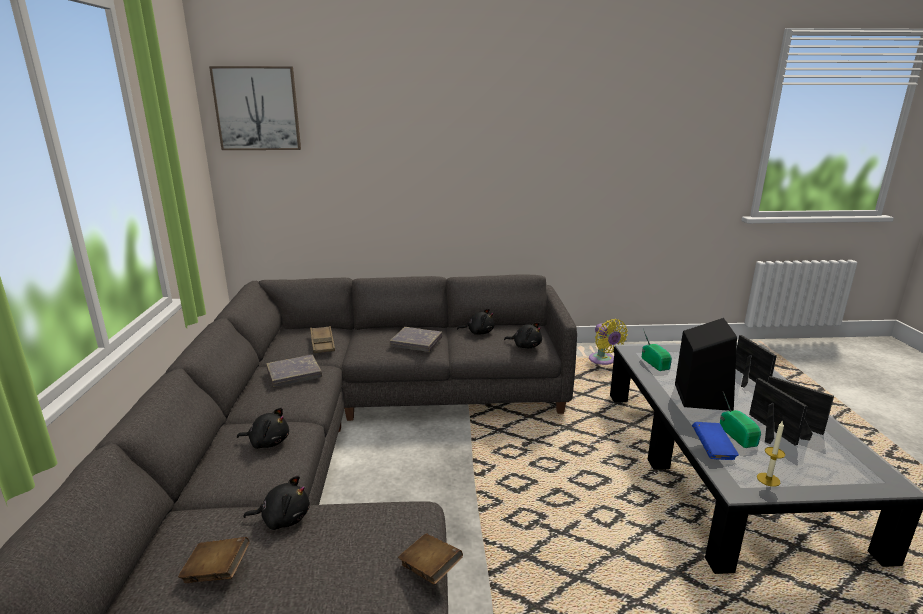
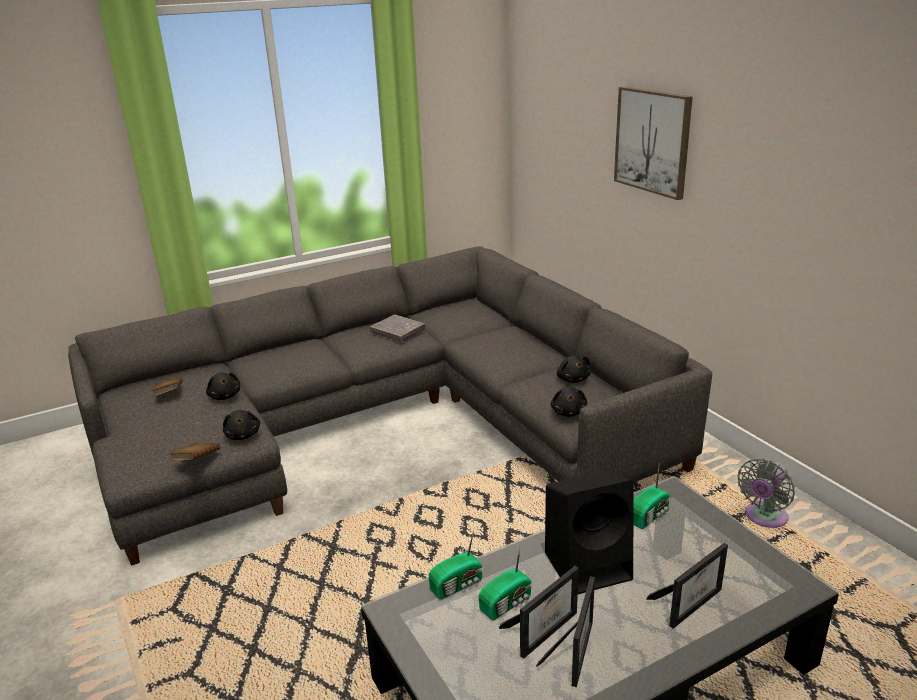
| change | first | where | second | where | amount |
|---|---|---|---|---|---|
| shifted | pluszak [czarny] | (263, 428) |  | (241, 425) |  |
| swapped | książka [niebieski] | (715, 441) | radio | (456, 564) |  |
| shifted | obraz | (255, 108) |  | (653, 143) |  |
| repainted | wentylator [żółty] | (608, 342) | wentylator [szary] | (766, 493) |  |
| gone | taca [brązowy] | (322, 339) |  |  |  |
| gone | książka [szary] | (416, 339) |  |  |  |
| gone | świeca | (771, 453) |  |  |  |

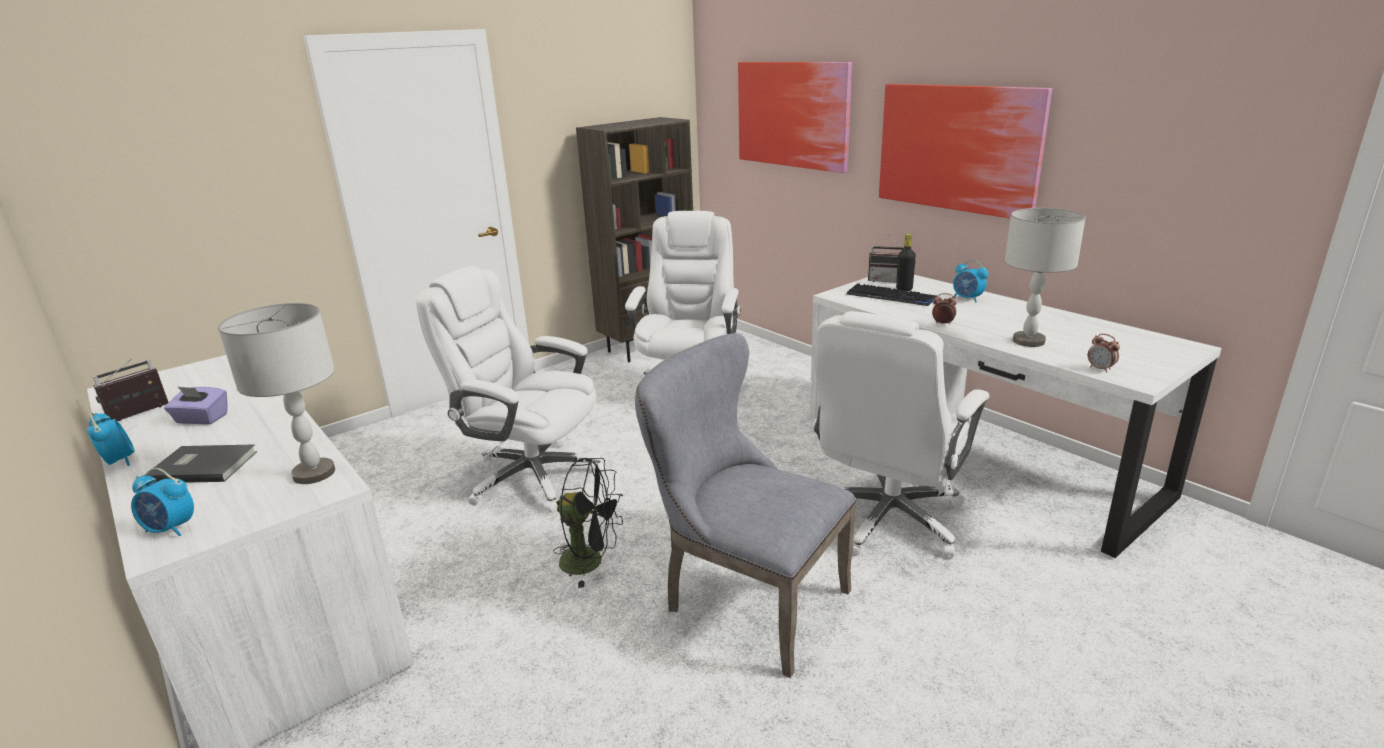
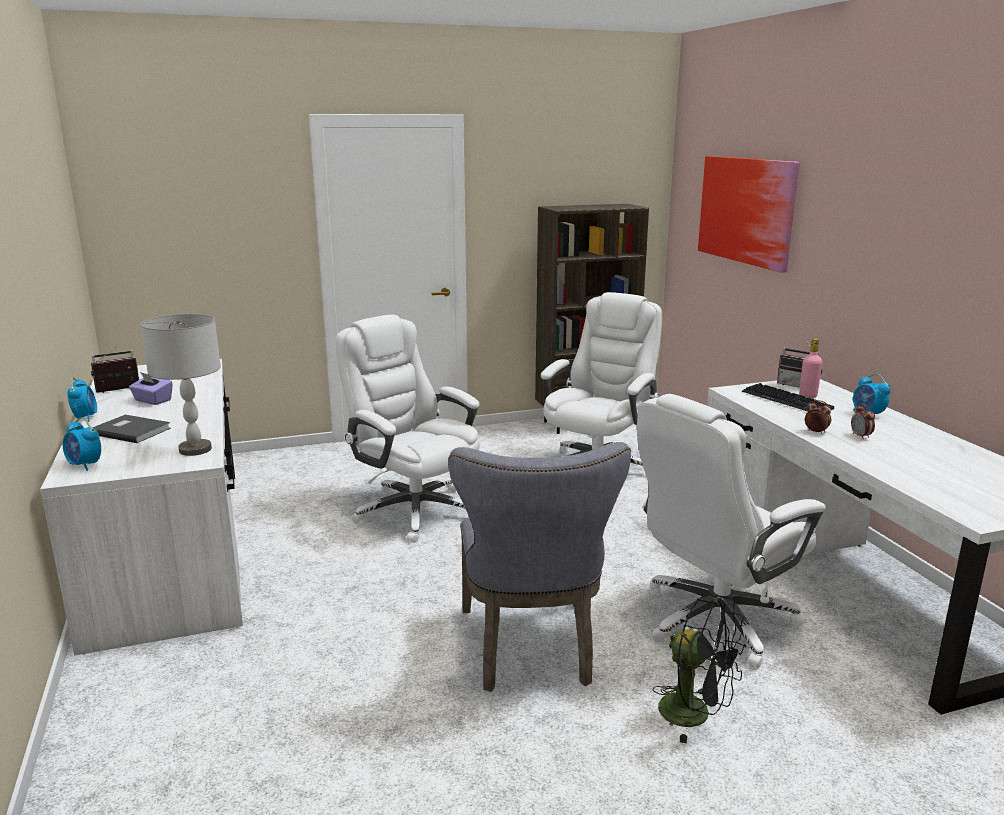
| change | first | where | second | where | amount |
|---|---|---|---|---|---|
| rotated | krzesło [szary] | (746, 505) |  | (539, 567) | 150 degrees counterclockwise |
| shifted | wentylator [czarny] | (588, 523) |  | (699, 668) |  |
| repainted | butelka [czarny] | (906, 262) | butelka [różowy] | (810, 368) |  |
| shifted | budzik | (1104, 353) |  | (863, 421) |  |
| gone | obraz | (965, 151) |  |  |  |
| gone | lampa stołowa [szary] | (1045, 277) |  |  |  |

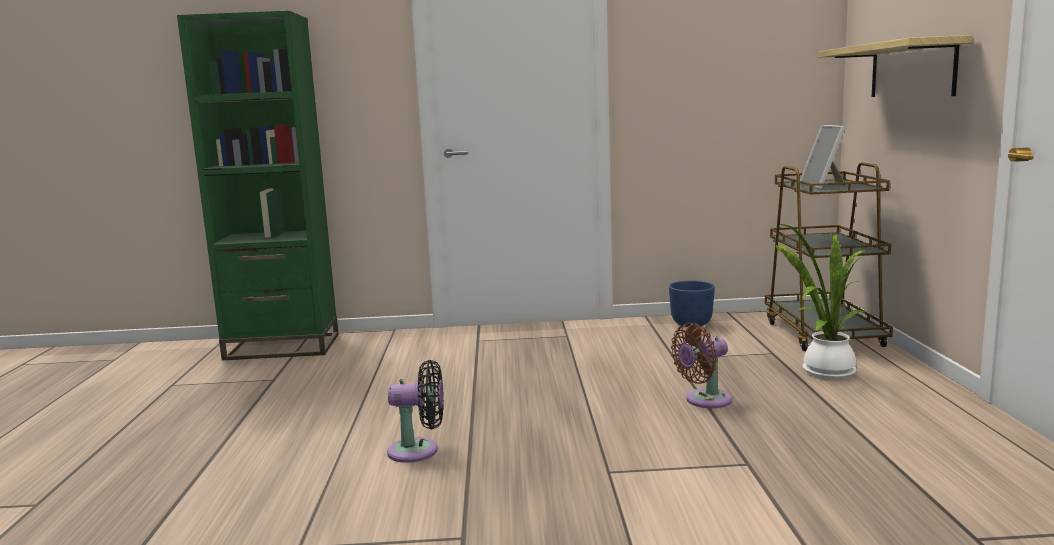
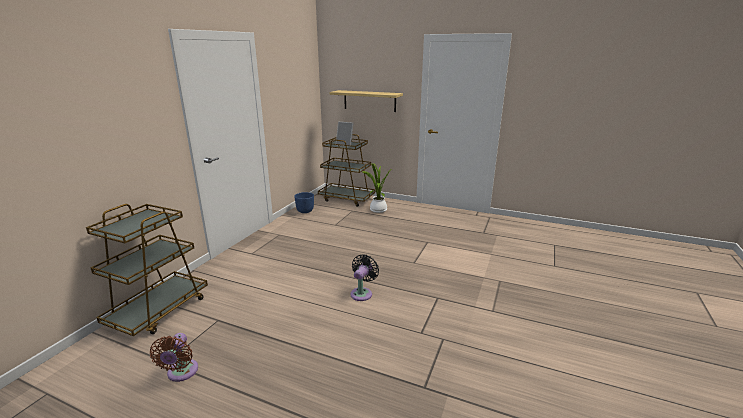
| change | first | where | second | where | amount |
|---|---|---|---|---|---|
| swapped | regał [zielony] | (258, 185) | wózek [brązowy] | (147, 270) |  |
| shifted | wentylator [brązowy] | (701, 365) |  | (174, 357) |  |

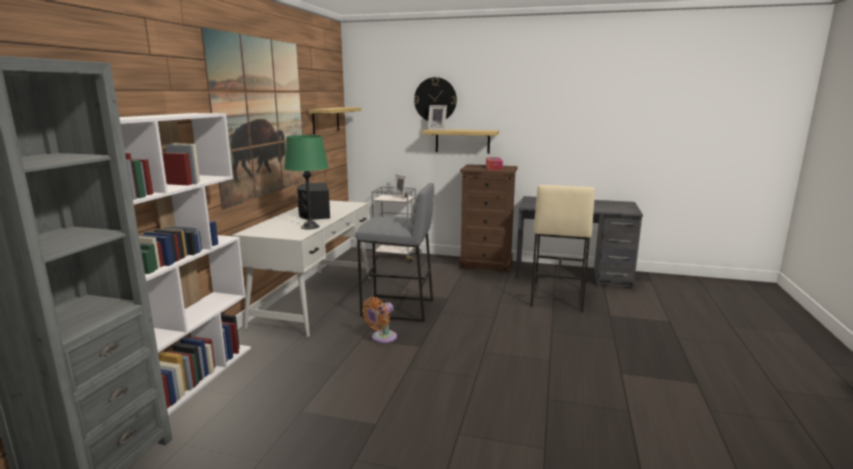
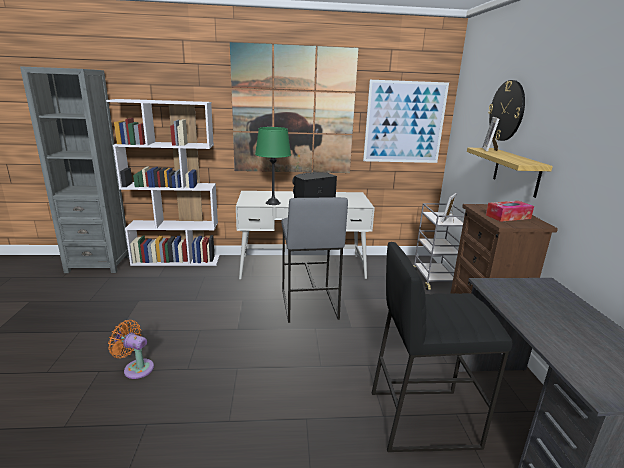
| change | first | where | second | where | amount |
|---|---|---|---|---|---|
| shifted | wentylator [pomarańczowy] | (379, 320) |  | (131, 349) |  |
| swapped | półka | (334, 121) | obraz | (406, 121) |  |
| repainted | stołek [beżowy] | (562, 248) | stołek [czarny] | (442, 347) |  |

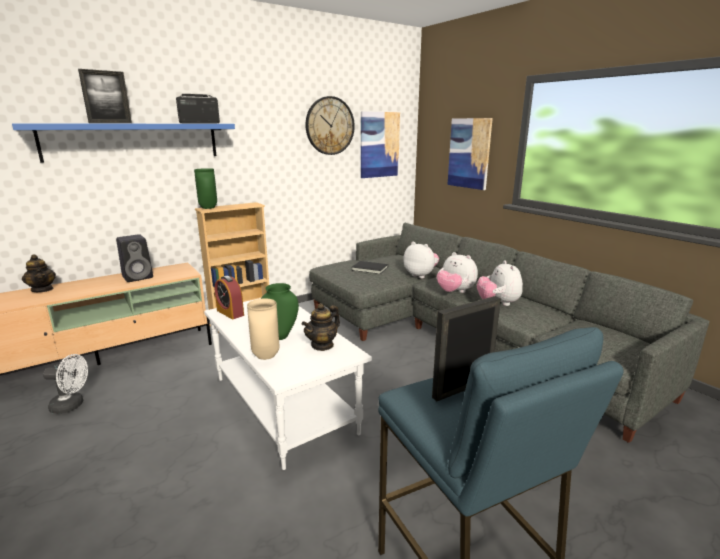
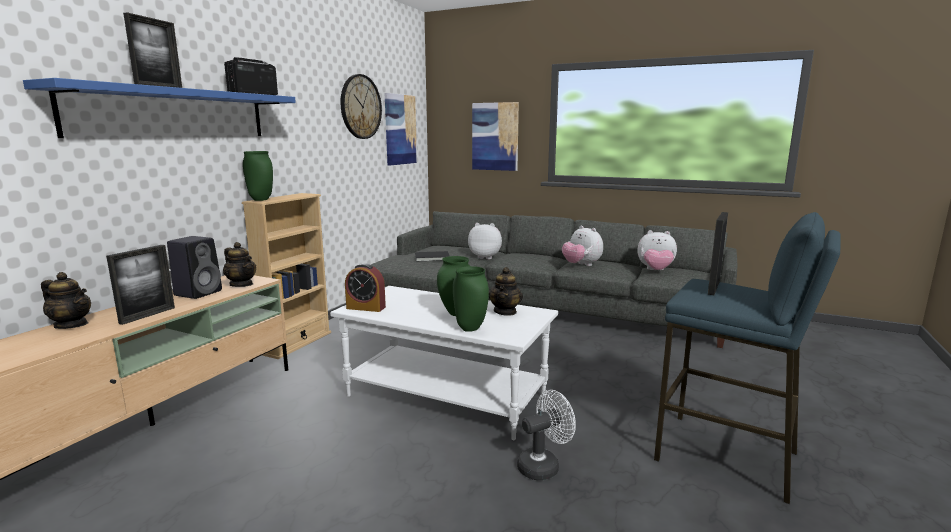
| change | first | where | second | where | amount |
|---|---|---|---|---|---|
| new |  |  | ramka na zdjęcie | (140, 285) |  |
| new |  |  | imbryk | (239, 264) |  |
| repainted | wazon [beżowy] | (263, 329) | wazon [zielony] | (471, 299) |  |
| shifted | wentylator [biały] | (65, 384) |  | (546, 435) |  |
| shifted | pluszak | (457, 272) |  | (657, 250) |  |

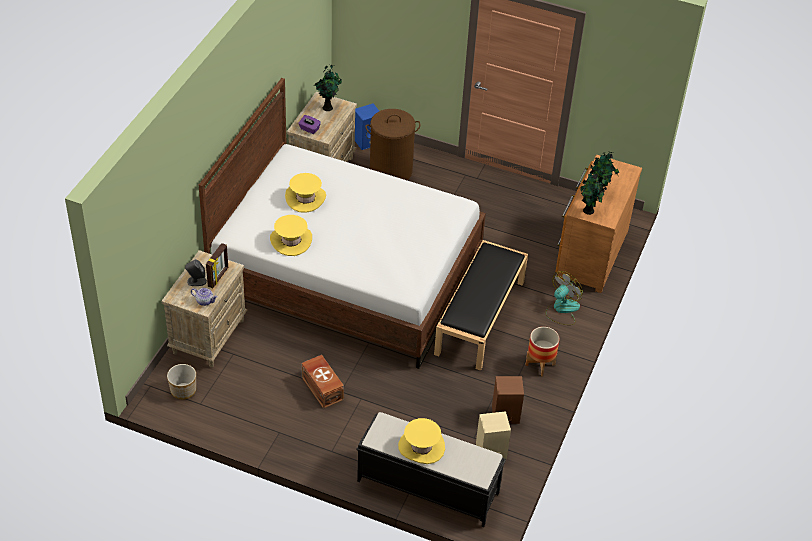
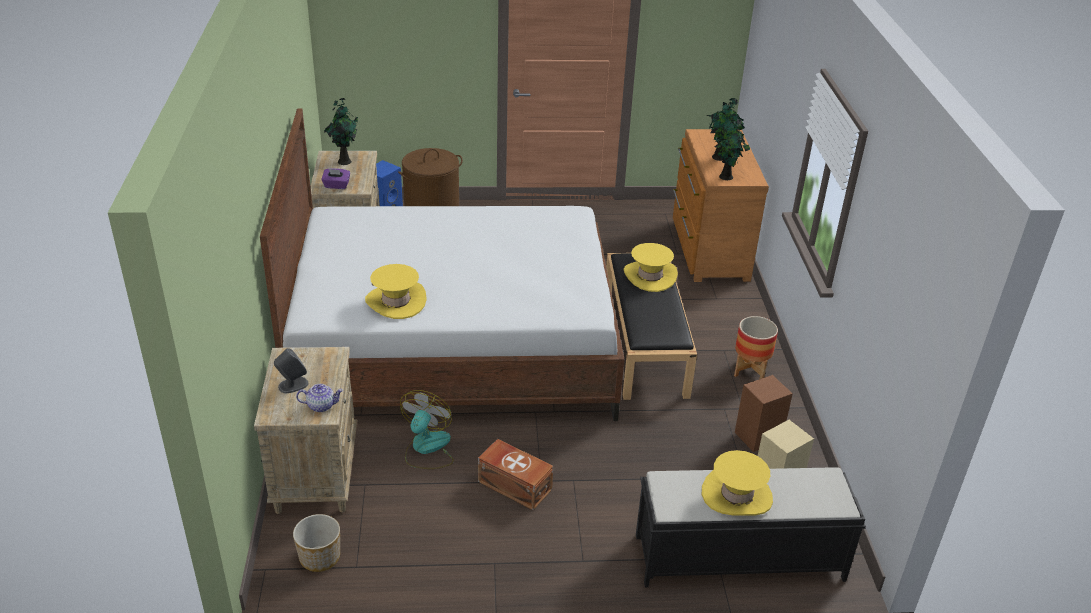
| change | first | where | second | where | amount |
|---|---|---|---|---|---|
| shifted | wentylator | (564, 298) |  | (427, 429) |  |
| shifted | kapelusz [żółty] | (305, 193) |  | (651, 267) |  |
| gone | ramka na zdjęcie | (217, 265) |  |  |  |

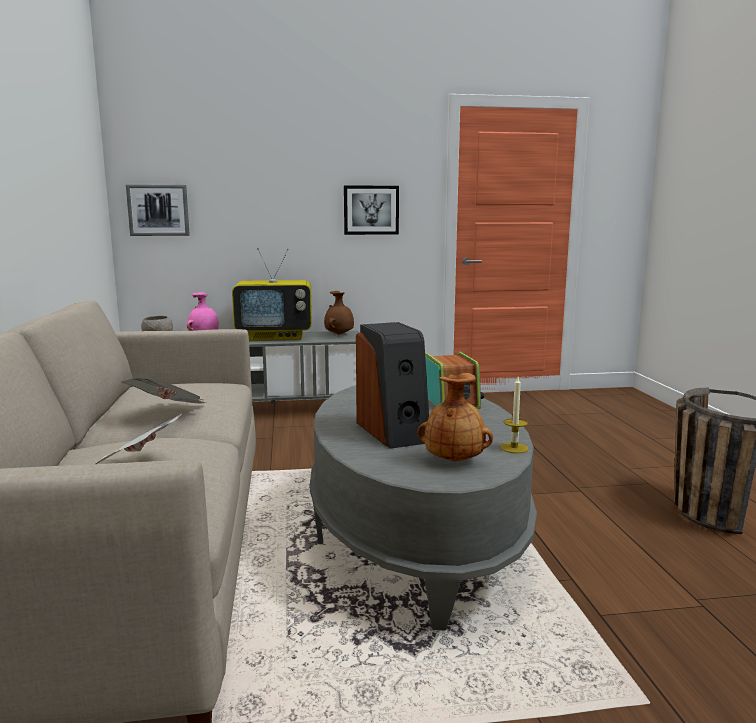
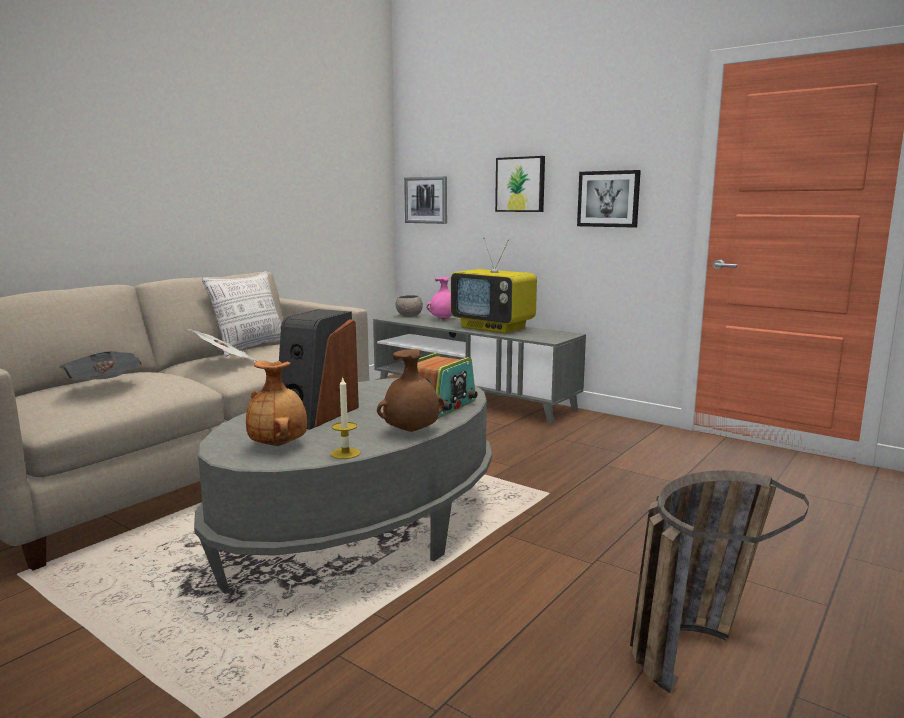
| change | first | where | second | where | amount |
|---|---|---|---|---|---|
| new |  |  | poduszka | (241, 314) |  |
| shifted | wazon [brązowy] | (339, 313) |  | (410, 390) |  |
| new |  |  | obraz | (520, 184) |  |

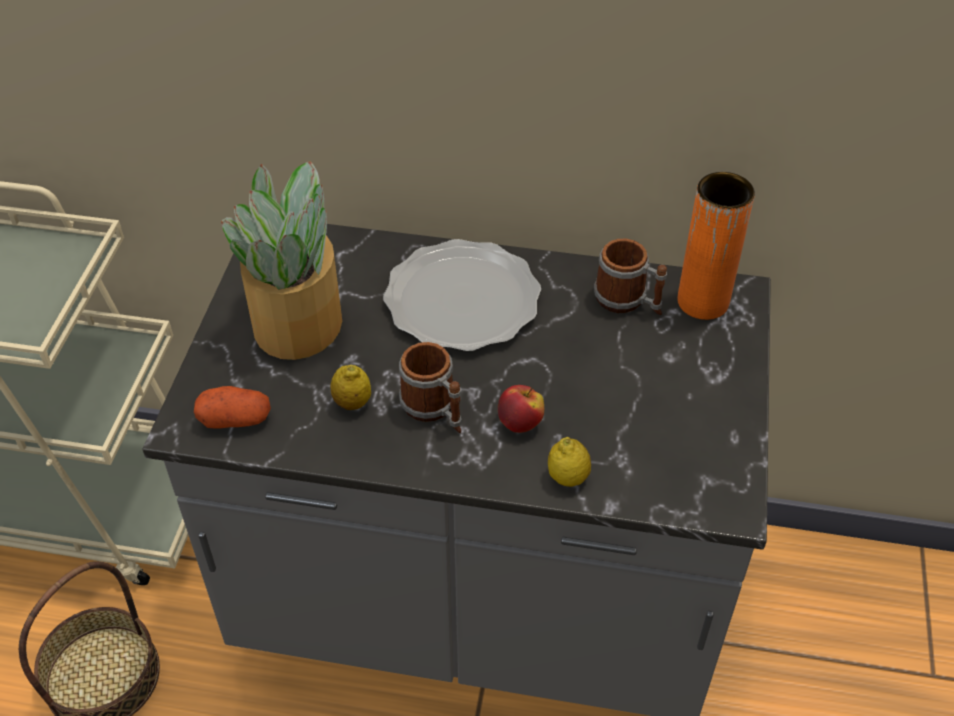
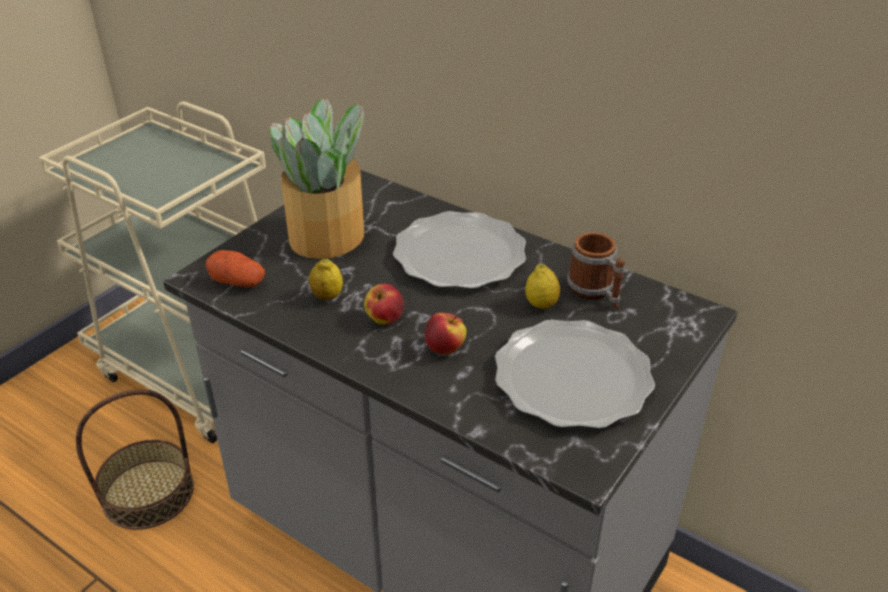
| change | first | where | second | where | amount |
|---|---|---|---|---|---|
| swapped | kubek | (430, 387) | jabłko | (384, 304) |  |
| new |  |  | talerz | (575, 374) |  |
| shifted | cytryna | (569, 462) |  | (542, 286) |  |
| gone | wazon [pomarańczowy] | (716, 246) |  |  |  |

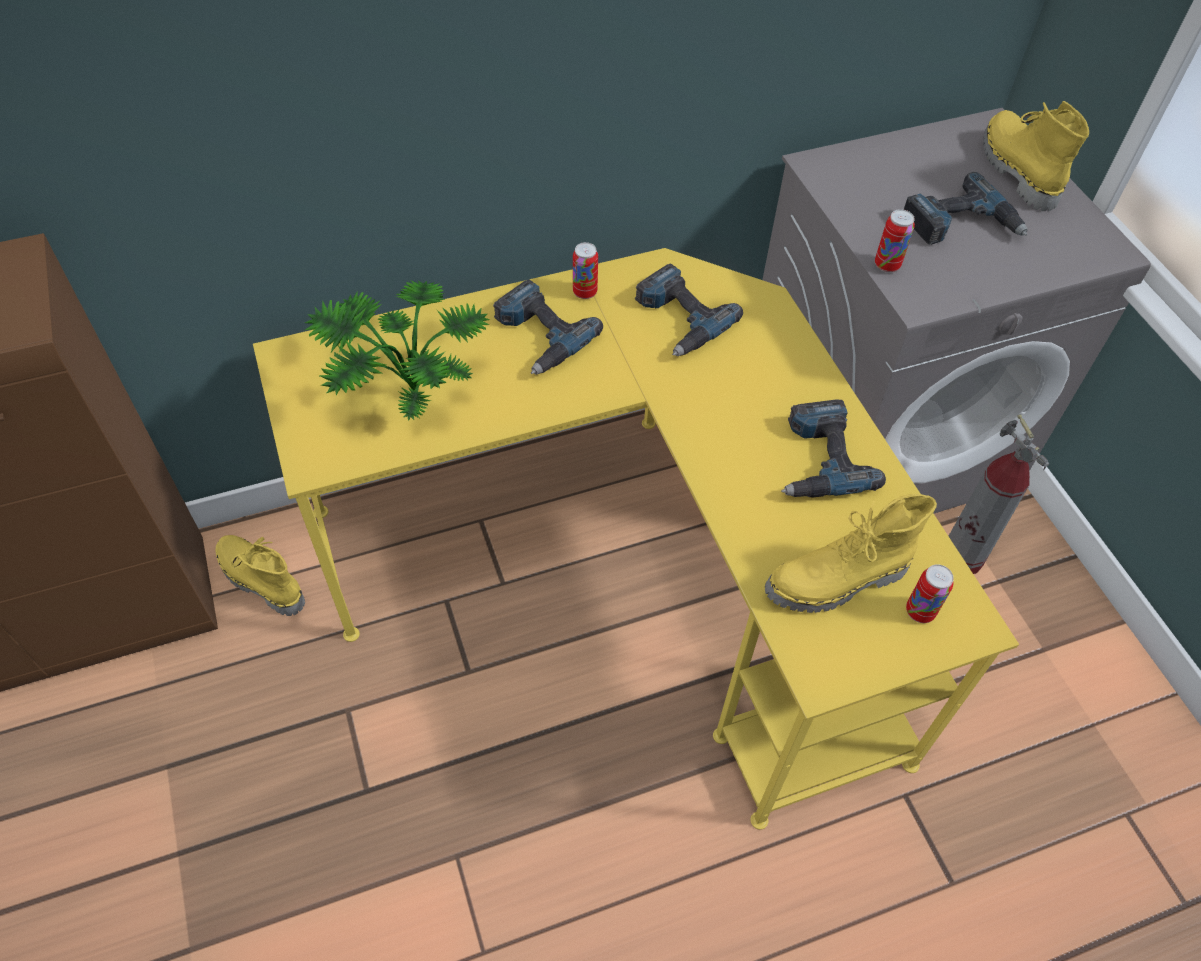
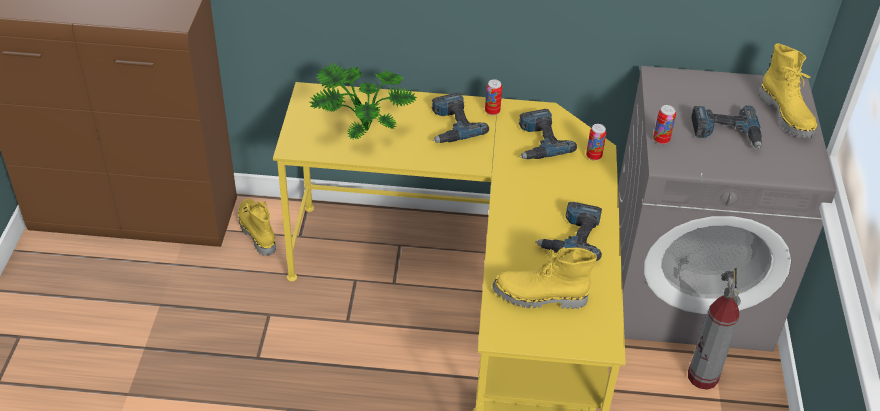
| change | first | where | second | where | amount |
|---|---|---|---|---|---|
| shifted | puszka | (930, 593) |  | (596, 142) |  |
| rotated | but z cholewką [żółty] | (1036, 156) |  | (788, 91) | 150 degrees clockwise |

